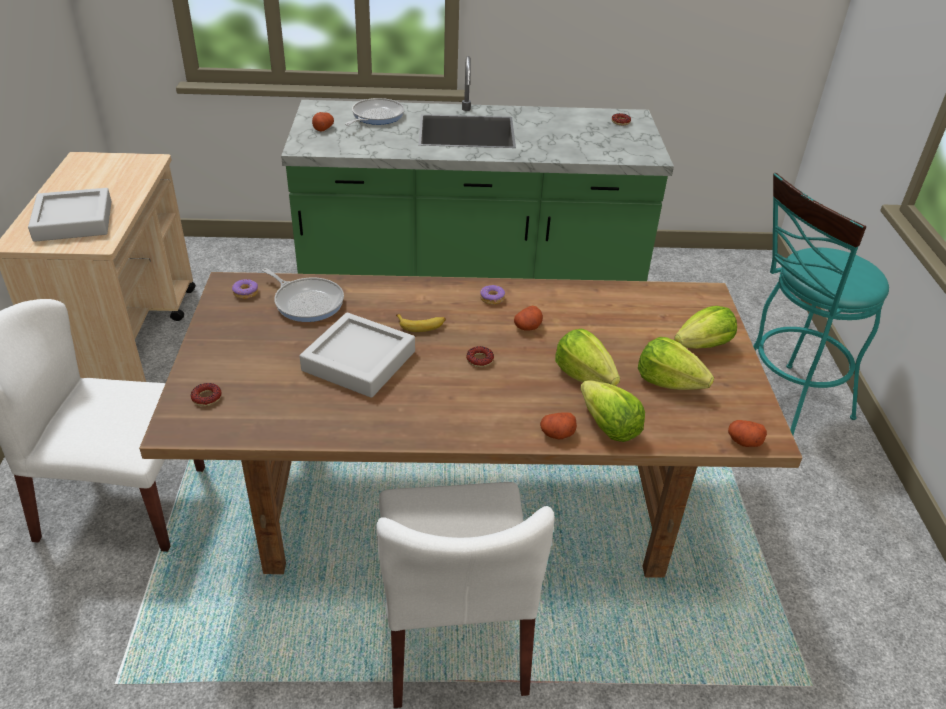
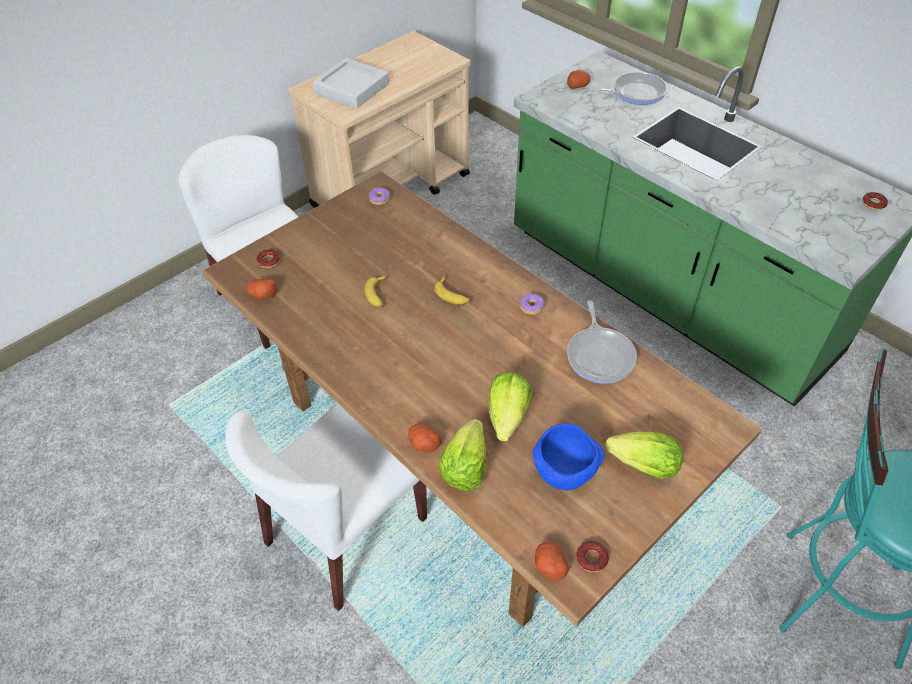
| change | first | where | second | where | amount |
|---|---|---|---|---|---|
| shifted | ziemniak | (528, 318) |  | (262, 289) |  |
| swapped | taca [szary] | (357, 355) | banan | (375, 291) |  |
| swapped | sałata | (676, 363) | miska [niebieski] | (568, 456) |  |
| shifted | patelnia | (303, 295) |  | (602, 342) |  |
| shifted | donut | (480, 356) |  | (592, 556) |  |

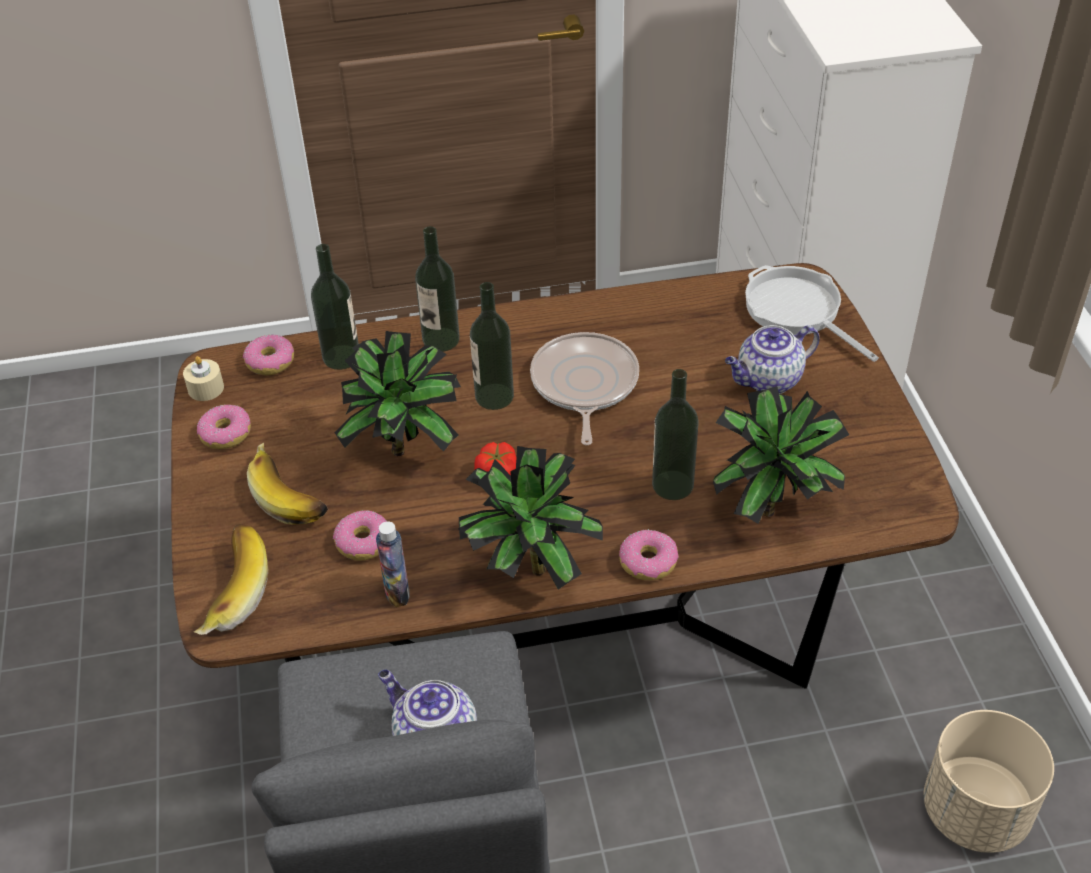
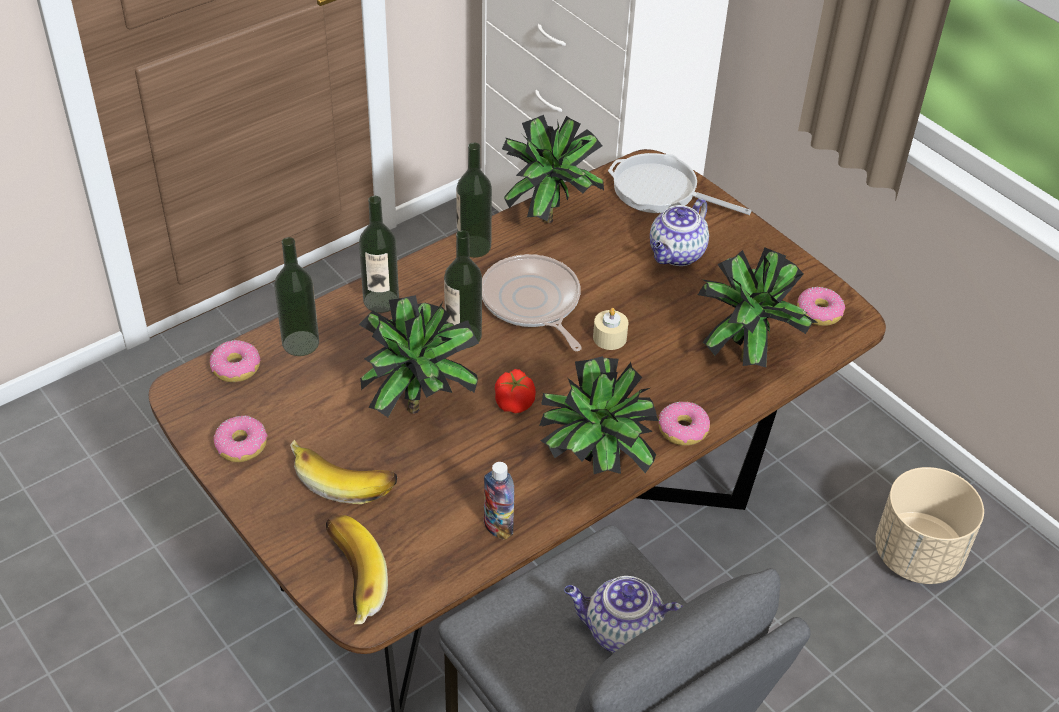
| change | first | where | second | where | amount |
|---|---|---|---|---|---|
| shifted | butelka | (675, 434) |  | (474, 200) |  |
| new |  |  | roślina doniczkowa | (553, 169) |  |
| shifted | świeca [beżowy] | (203, 378) |  | (611, 329) |  |
| shifted | donut | (360, 535) |  | (821, 306) |  |

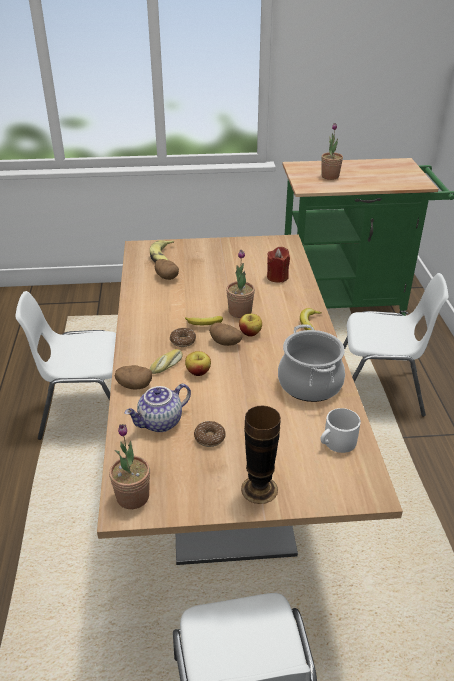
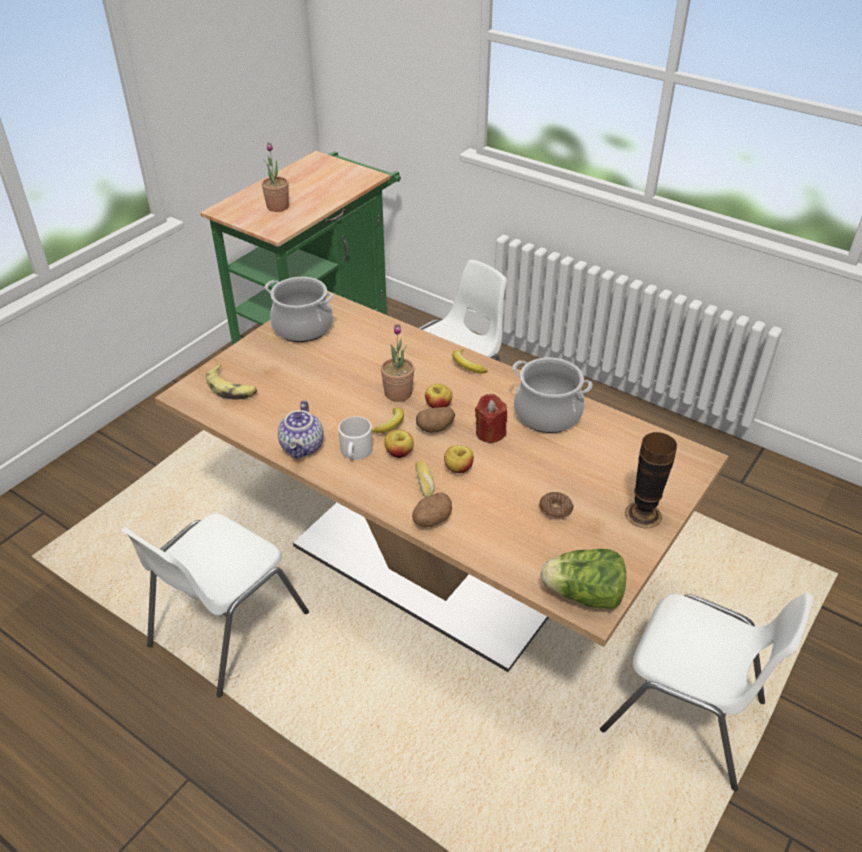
| change | first | where | second | where | amount |
|---|---|---|---|---|---|
| new |  |  | garnek | (299, 309) |  |
| shifted | imbryk | (158, 408) |  | (301, 429) |  |
| shifted | kubek [biały] | (340, 430) |  | (355, 438) |  |
| swapped | donut | (183, 337) | jabłko | (399, 444) |  |
| shifted | świeca [czerwony] | (278, 265) |  | (491, 418) |  |
| swapped | roślina doniczkowa | (129, 466) | sałata | (583, 579) |  |
| gone | ziemniak | (167, 269) |  |  |  |

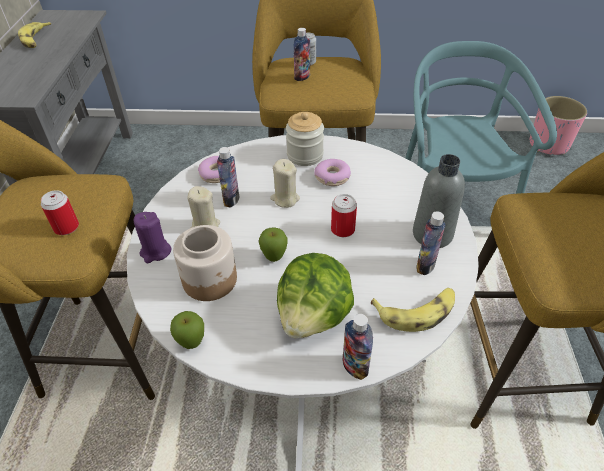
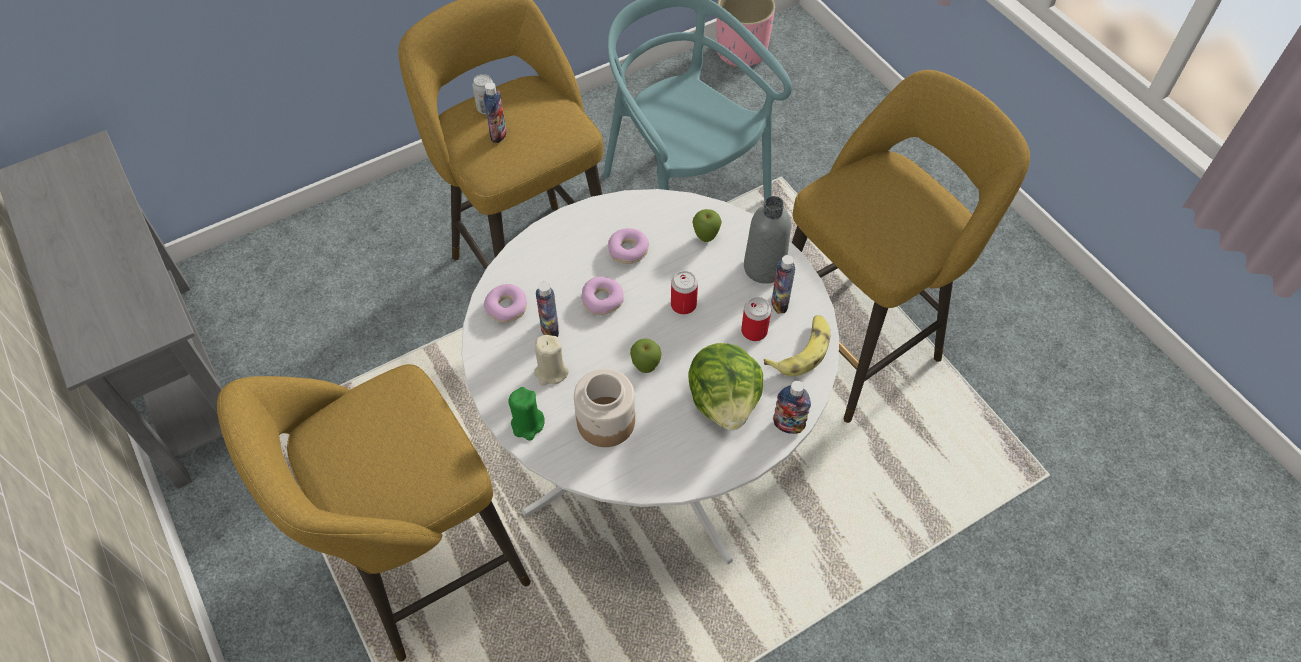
| change | first | where | second | where | amount |
|---|---|---|---|---|---|
| repainted | świeca [fioletowy] | (153, 237) | świeca [zielony] | (526, 413) |  |
| swapped | świeca [beżowy] | (285, 183) | donut | (602, 296) |  |
| shifted | jabłko | (187, 330) |  | (707, 225) |  |
| shifted | puszka | (60, 212) |  | (756, 319) |  |
| gone | banan | (34, 35) |  |  |  |
| gone | słoik | (305, 139) |  |  |  |

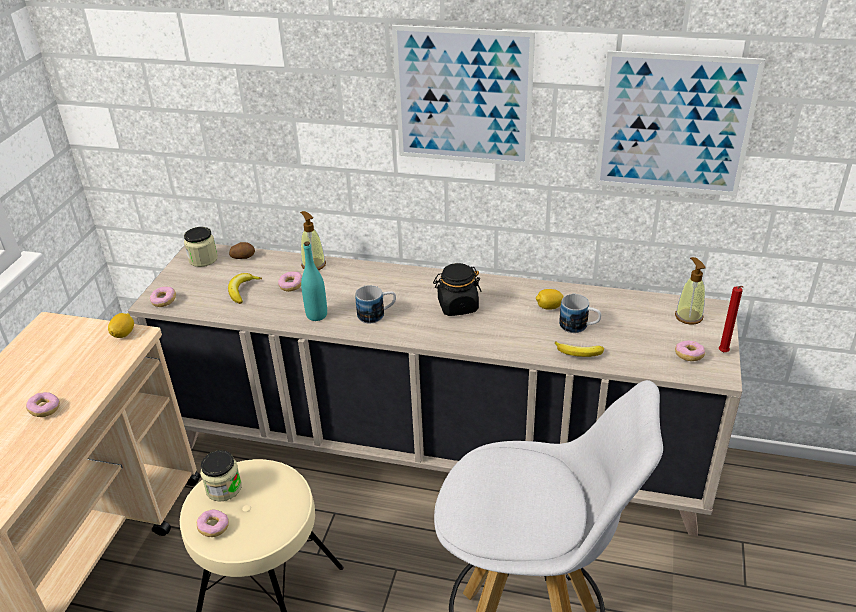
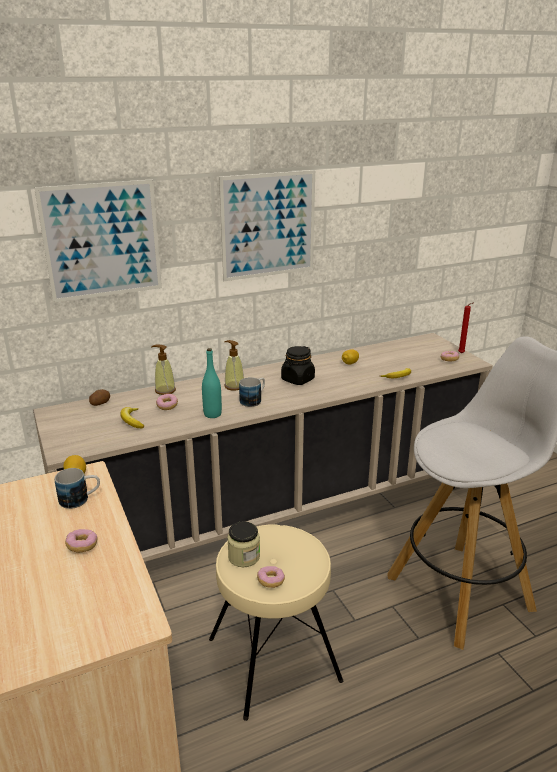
| change | first | where | second | where | amount |
|---|---|---|---|---|---|
| shifted | obraz | (680, 123) |  | (98, 241) |  |
| shifted | kubek | (580, 313) |  | (77, 488) |  |
| shifted | dozownik mydła | (690, 291) |  | (234, 365) |  |
| gone | donut | (163, 297) |  |  |  |
| gone | słoik | (201, 247) |  |  |  |

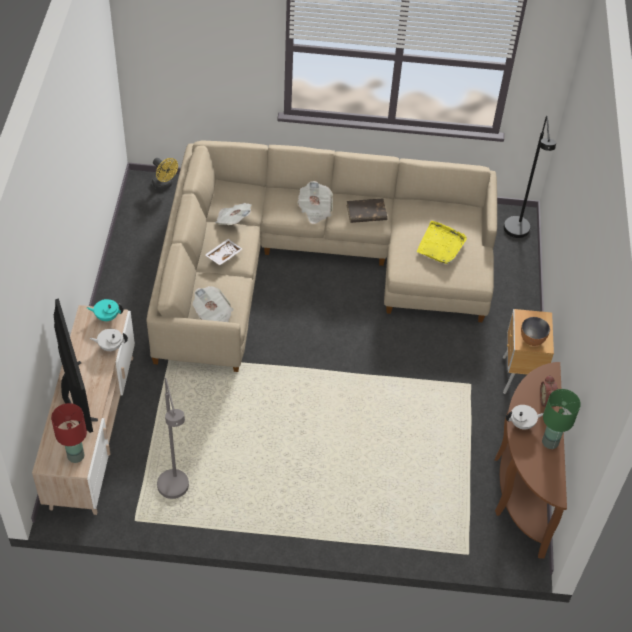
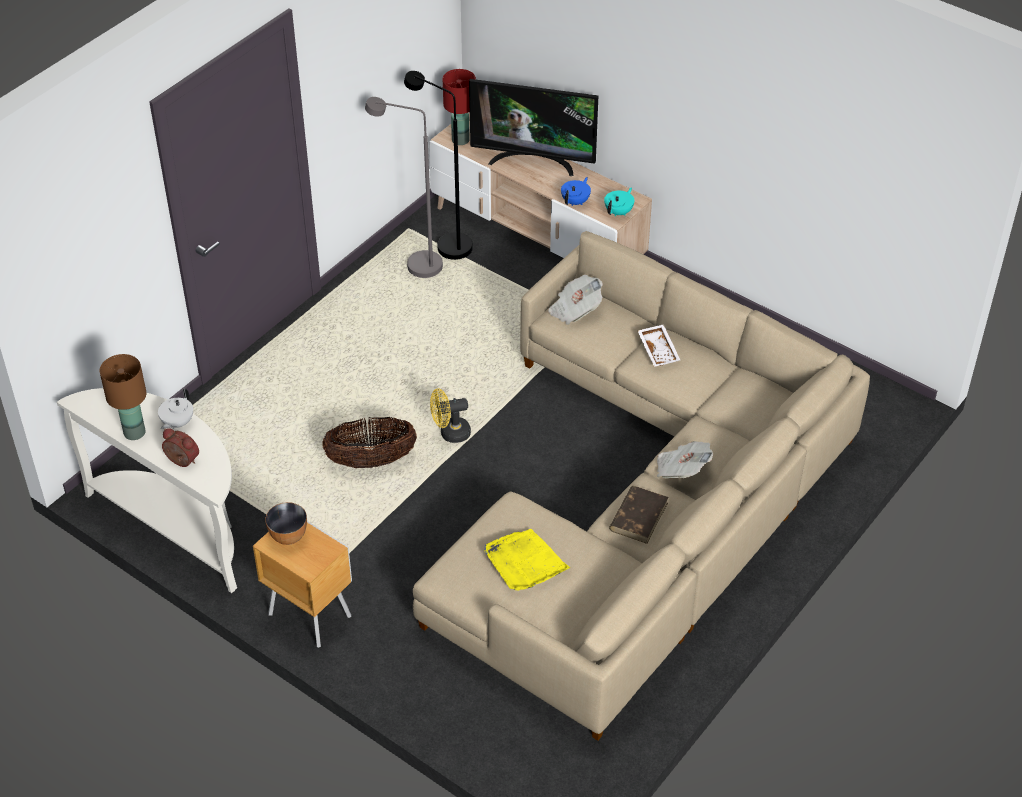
| change | first | where | second | where | amount |
|---|---|---|---|---|---|
| repainted | stolik konsolowy [brązowy] | (531, 460) | stolik konsolowy [biały] | (147, 490) |  |
| repainted | lampa stołowa [zielony] | (561, 419) | lampa stołowa [brązowy] | (123, 397) |  |
| new |  |  | koszyk | (369, 442) |  |
| shifted | lampa stojąca [czarny] | (530, 177) |  | (438, 165) |  |
| shifted | wentylator [żółty] | (165, 174) |  | (450, 415) |  |
| repainted | imbryk [biały] | (109, 340) | imbryk [niebieski] | (576, 191) |  |
| gone | gazeta | (233, 214) |  |  |  |

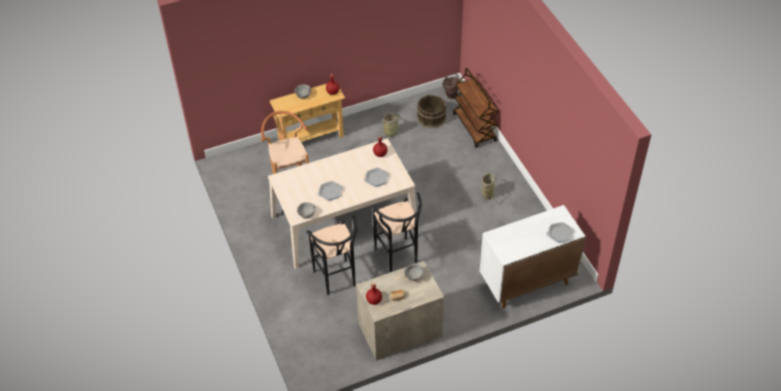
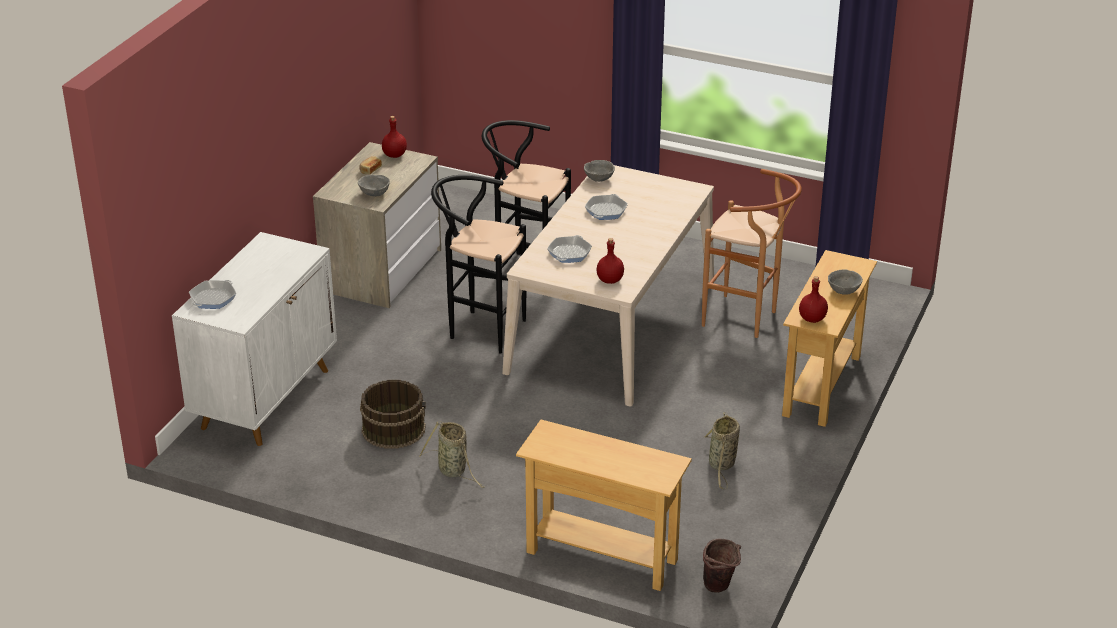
| change | first | where | second | where | amount |
|---|---|---|---|---|---|
| shifted | wiadro [brązowy] | (432, 111) |  | (393, 414) |  |
| swapped | wózek [brązowy] | (476, 108) | stolik konsolowy [beżowy] | (604, 505) |  |

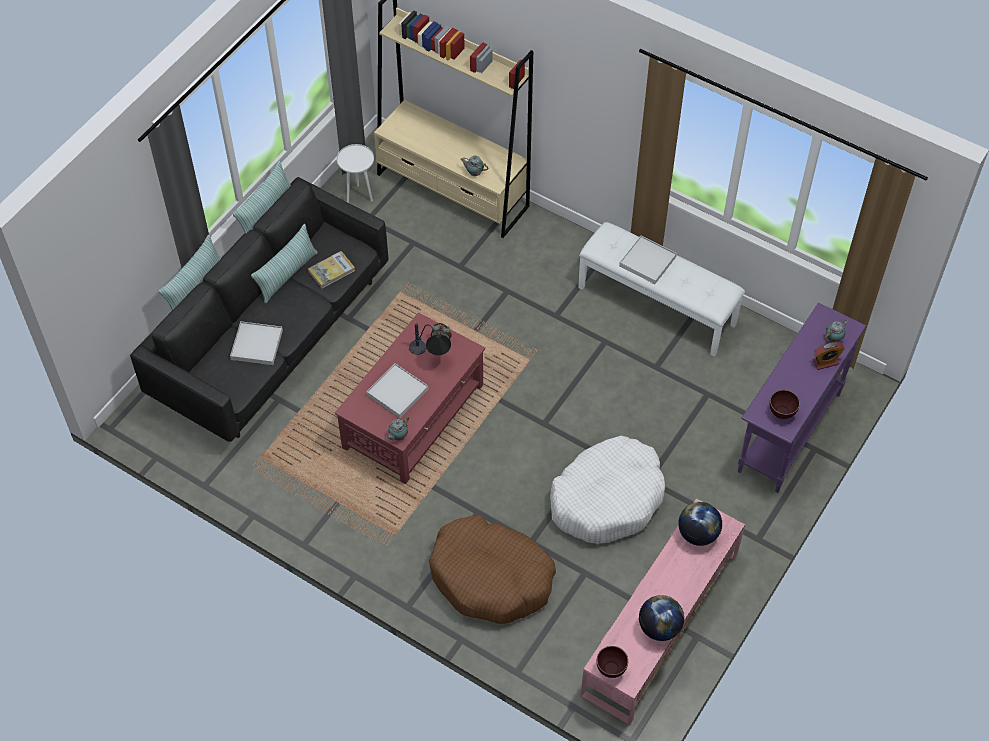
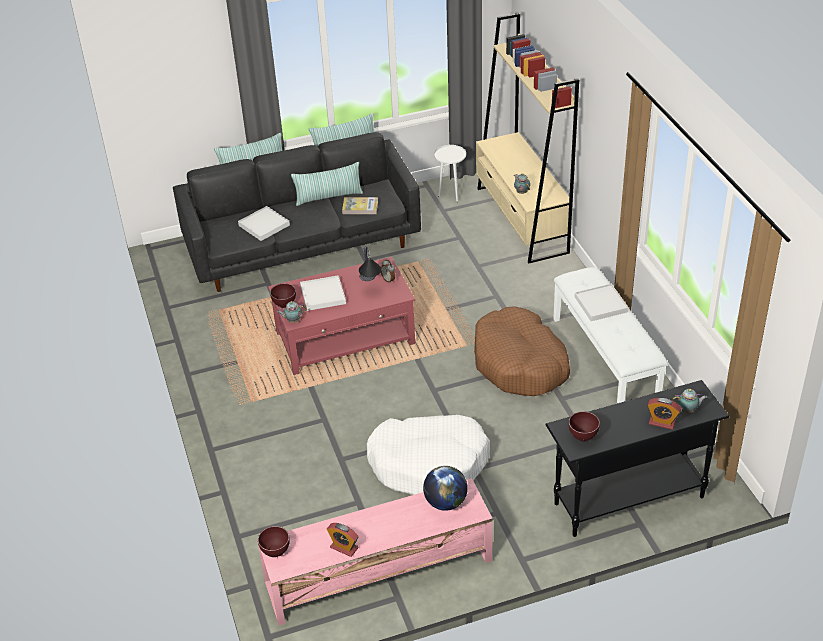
| change | first | where | second | where | amount |
|---|---|---|---|---|---|
| new |  |  | miska [brązowy] | (283, 295) |  |
| swapped | globus | (661, 618) | budzik | (343, 540) |  |
| shifted | legowisko [brązowy] | (492, 569) |  | (522, 351) |  |
| repainted | stolik konsolowy [fioletowy] | (802, 398) | stolik konsolowy [czarny] | (637, 458) |  |

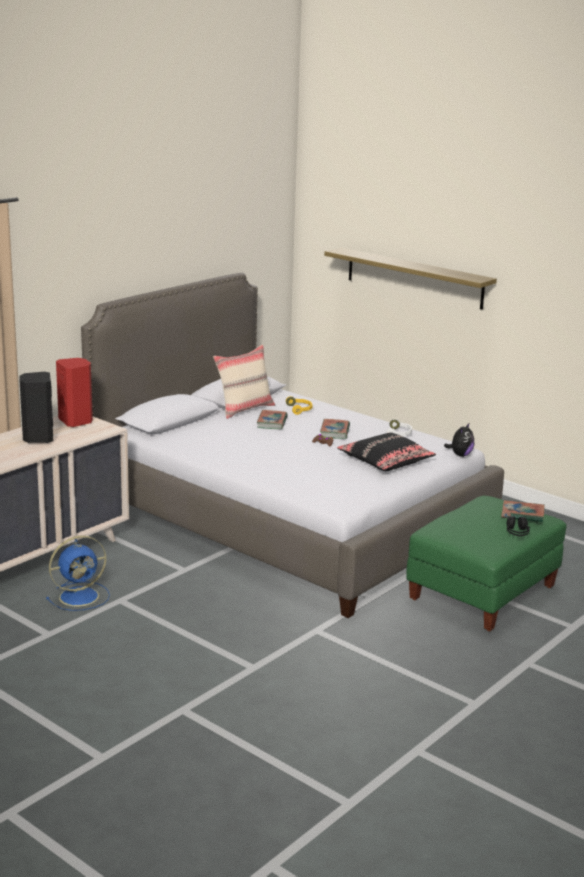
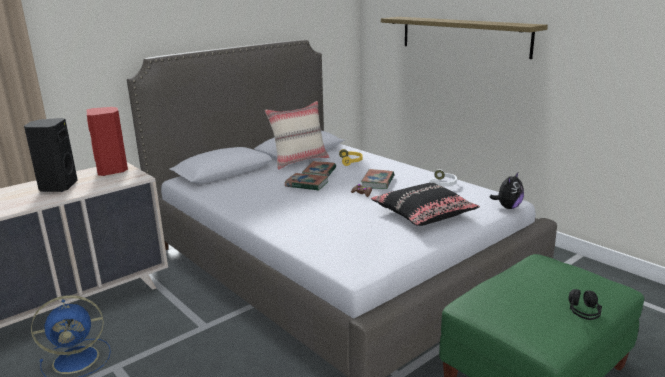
| change | first | where | second | where | amount |
|---|---|---|---|---|---|
| shifted | książka | (523, 511) |  | (307, 182) |  |

